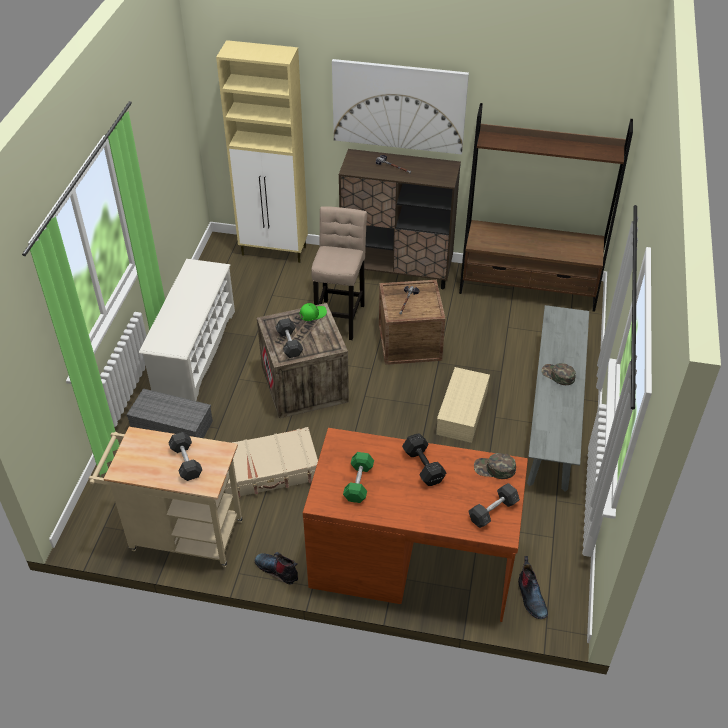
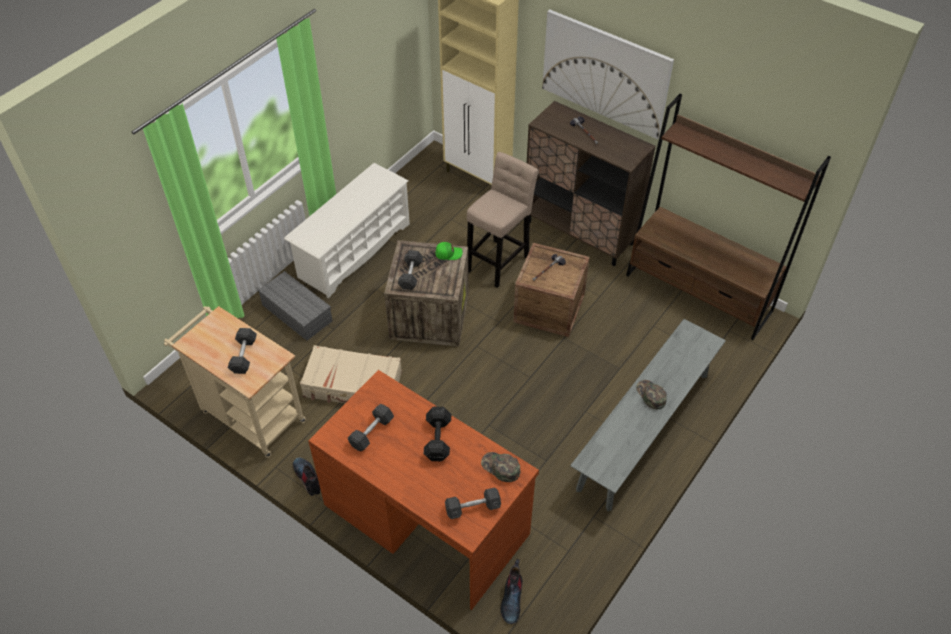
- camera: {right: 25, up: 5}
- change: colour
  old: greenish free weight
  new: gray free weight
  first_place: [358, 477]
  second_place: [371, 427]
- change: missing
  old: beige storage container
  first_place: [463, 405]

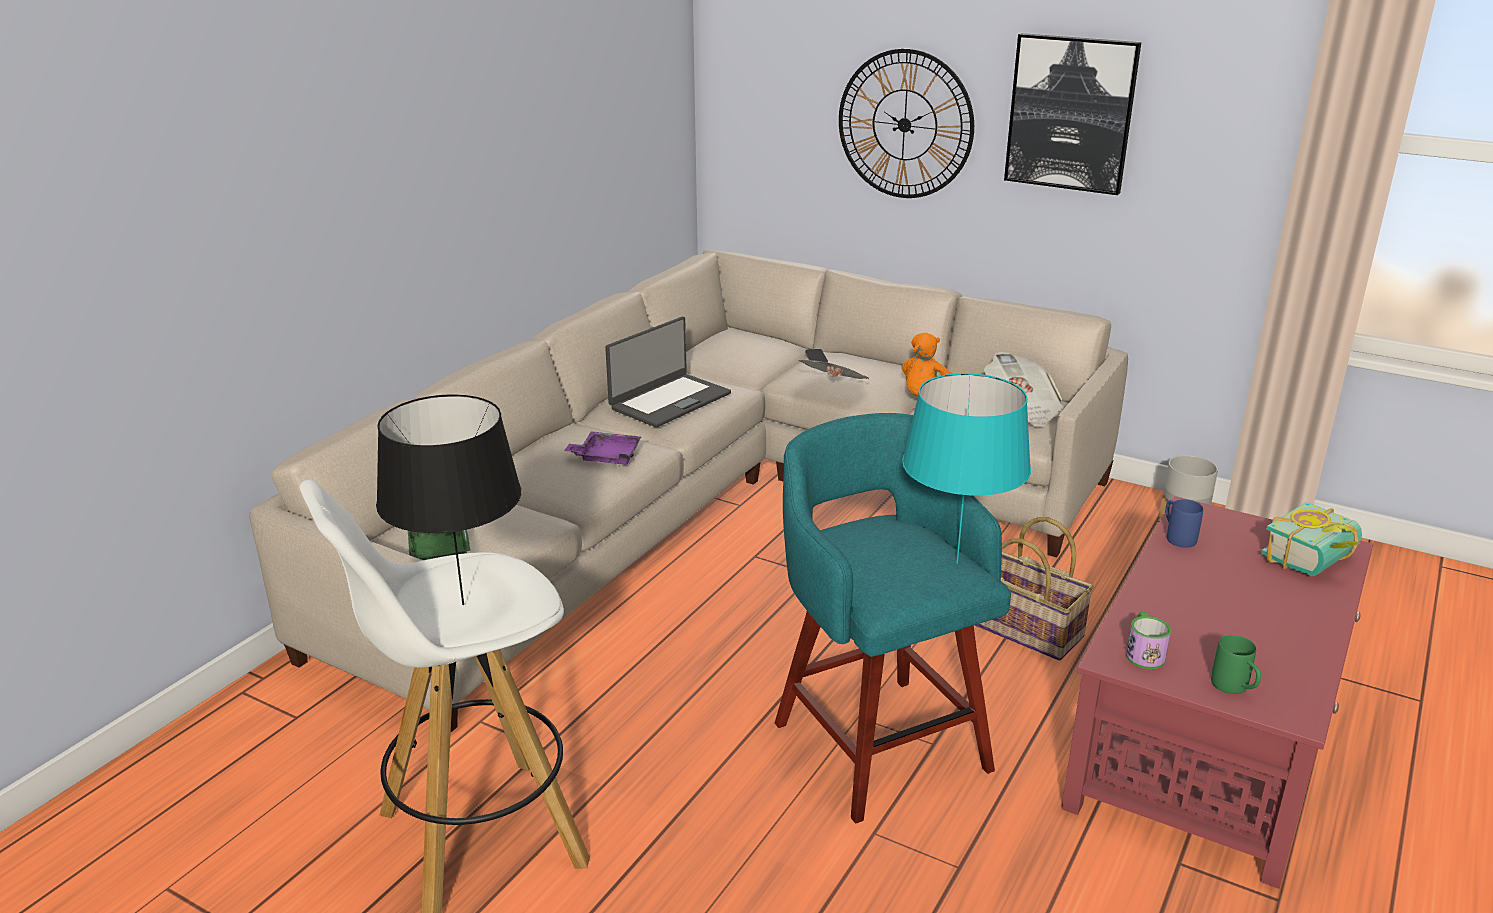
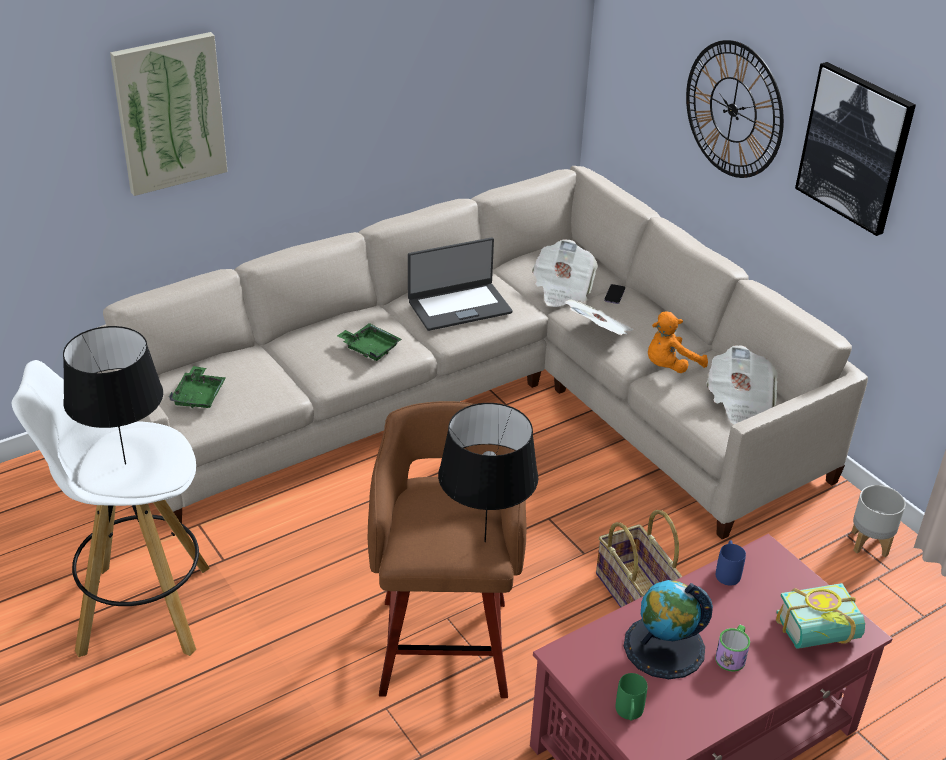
- camera: {right: 25, up: 10}
- change: appeared
  new: wall picture
  second_place: [169, 114]
- change: colour
  old: purple serving tray
  new: greenish serving tray
  first_place: [602, 448]
  second_place: [369, 342]
- change: colour
  old: blue-green stool seat
  new: brown-coloured stool seat
  first_place: [893, 618]
  second_place: [447, 549]
- change: colour
  old: blue-green table lamp
  new: black-coloured table lamp
  first_place: [966, 468]
  second_place: [488, 472]
- change: appeared
  new: daily paper
  second_place: [565, 273]
- change: appeared
  new: world globe
  second_place: [668, 629]
- change: relocated
  old: coffee mug
  first_place: [1148, 640]
  second_place: [732, 648]

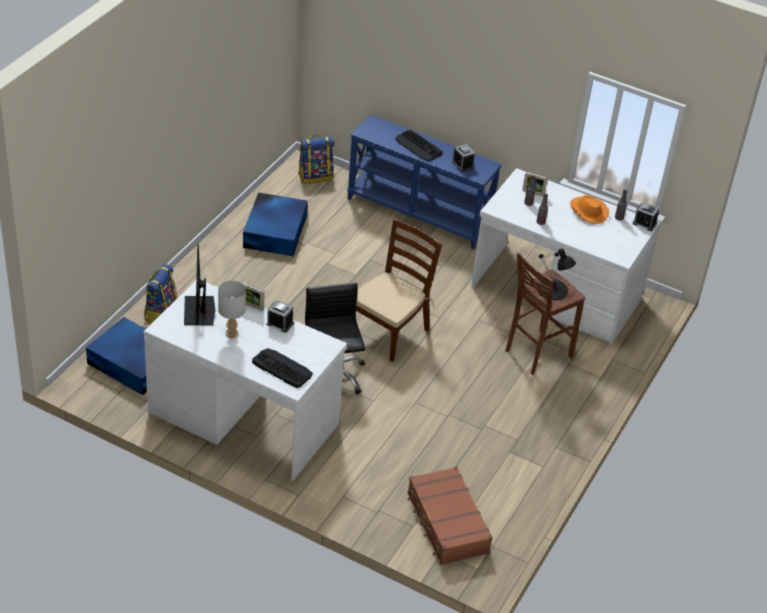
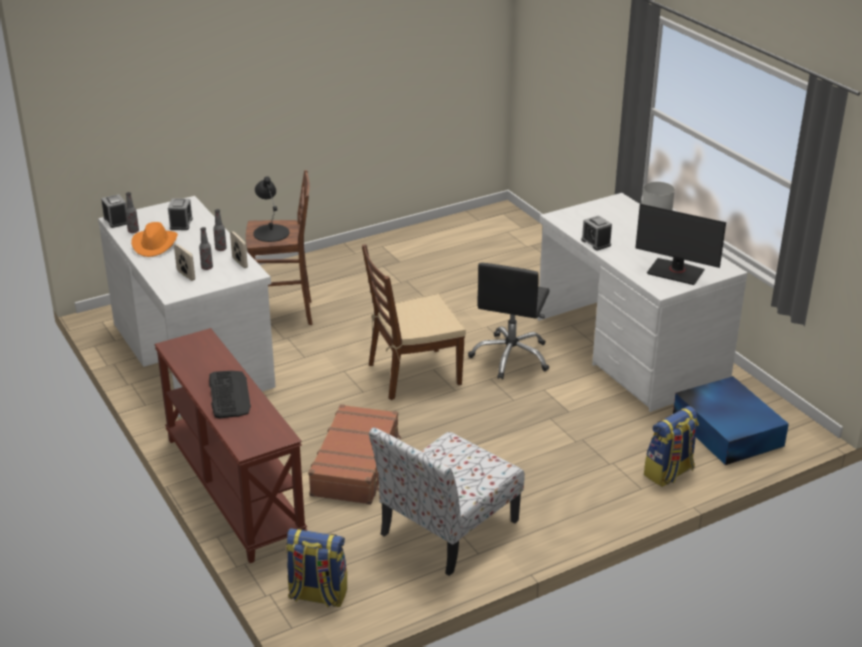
- camera: {right: -145, up: -10}
- change: colour
  old: blue console table
  new: brown-coloured console table
  first_place: [424, 182]
  second_place: [230, 445]
- change: relocated
  old: bedside clock
  first_place: [463, 158]
  second_place: [180, 214]
- change: relocated
  old: picture frame
  first_place: [253, 297]
  second_place: [239, 249]
- change: relocated
  old: brown-coloured travel case
  first_place: [450, 515]
  second_place: [354, 454]
- change: exchanged
  old: blue storage container
  new: upright chair
  first_place: [275, 224]
  second_place: [447, 501]
- change: spun
  old: computer display
  first_place: [199, 285]
  second_place: [681, 244]
  degrees: 90
- change: missing
  old: keyboard
  first_place: [282, 368]

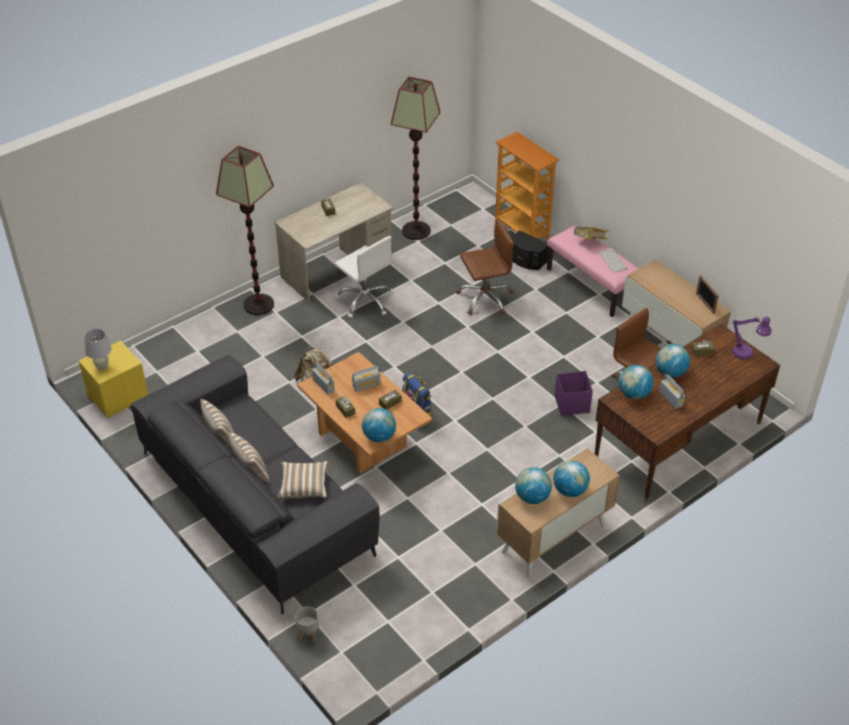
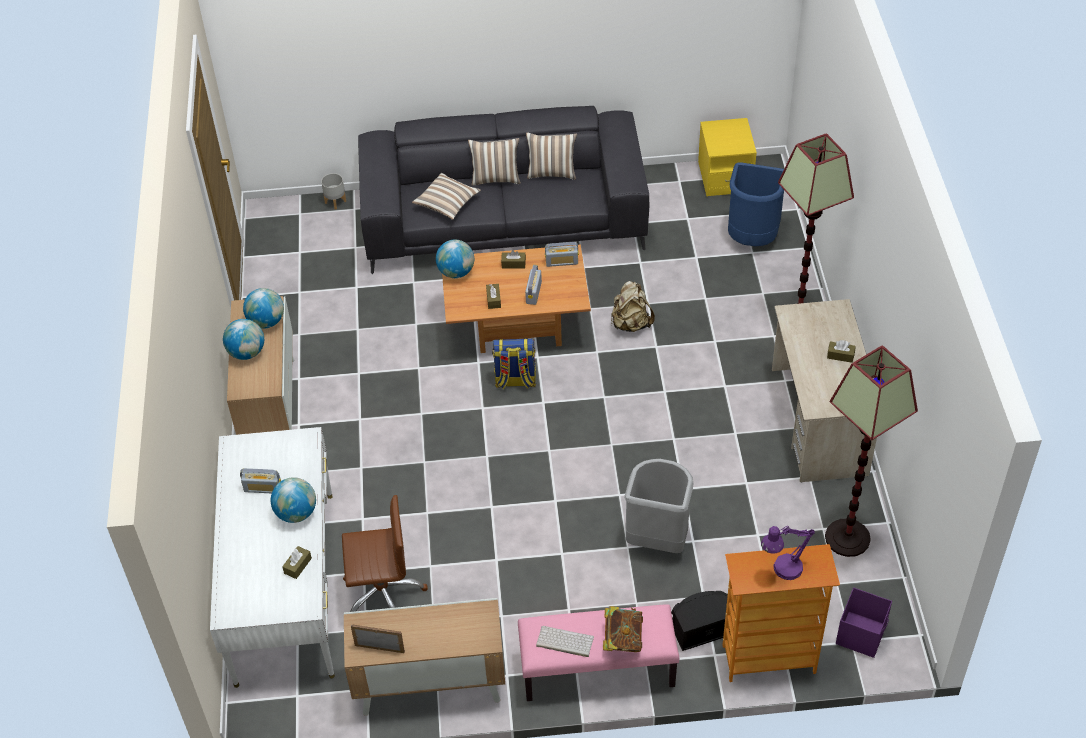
- camera: {right: 125, up: 5}
- change: colour
  old: brown-coloured desk unit
  new: white desk unit
  first_place: [687, 412]
  second_place: [272, 557]
- change: exchanged
  old: brown-coloured desk chair
  new: gray rubbish bin
  first_place: [485, 267]
  second_place: [658, 506]
- change: appeared
  new: blue rubbish bin
  second_place: [756, 204]
- change: relocated
  old: purple table lamp
  first_place: [752, 337]
  second_place: [788, 553]
- change: relocated
  old: purple storage container
  first_place: [574, 393]
  second_place: [864, 622]
- change: missing
  old: white table lamp
  first_place: [98, 349]
- change: missing
  old: white desk chair
  first_place: [363, 277]
- change: missing
  old: world globe
  first_place: [636, 382]

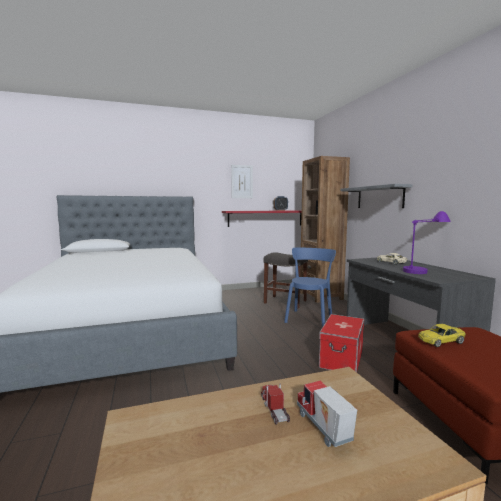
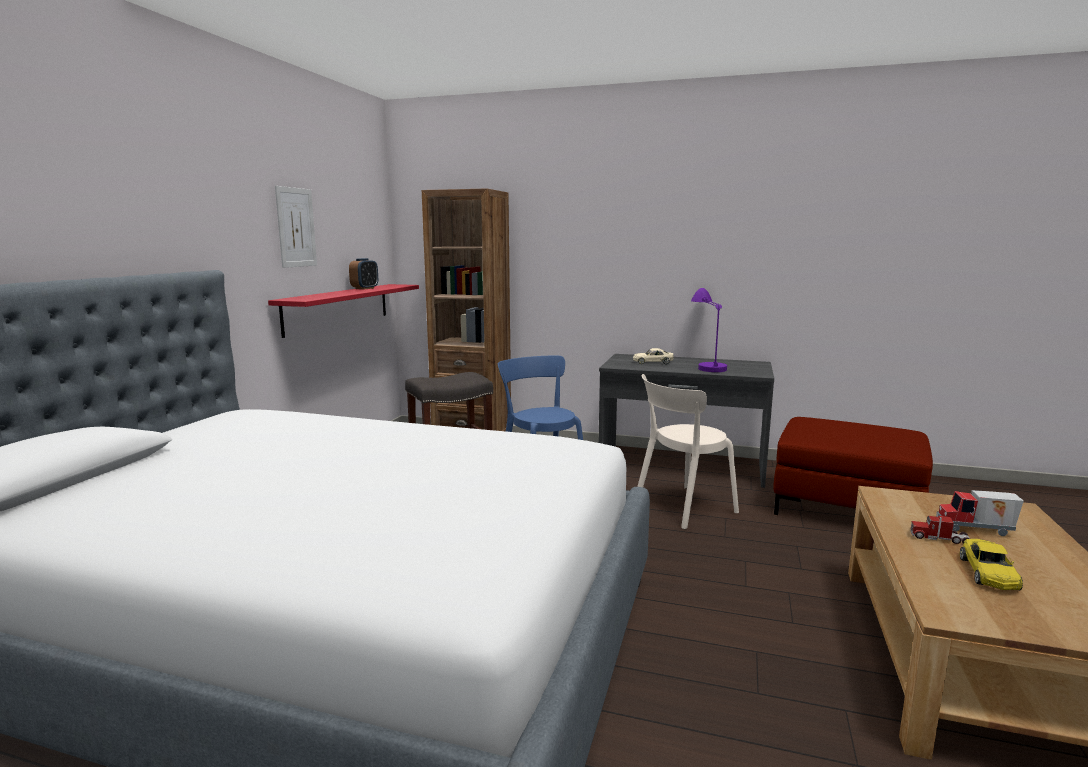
- camera: {right: -55, up: 5}
- change: exchanged
  old: storage container
  new: beige upright chair
  first_place: [342, 343]
  second_place: [688, 451]
- change: relocated
  old: yellow toy car
  first_place: [442, 335]
  second_place: [991, 564]
- change: missing
  old: gray bracket shelf
  first_place: [376, 196]

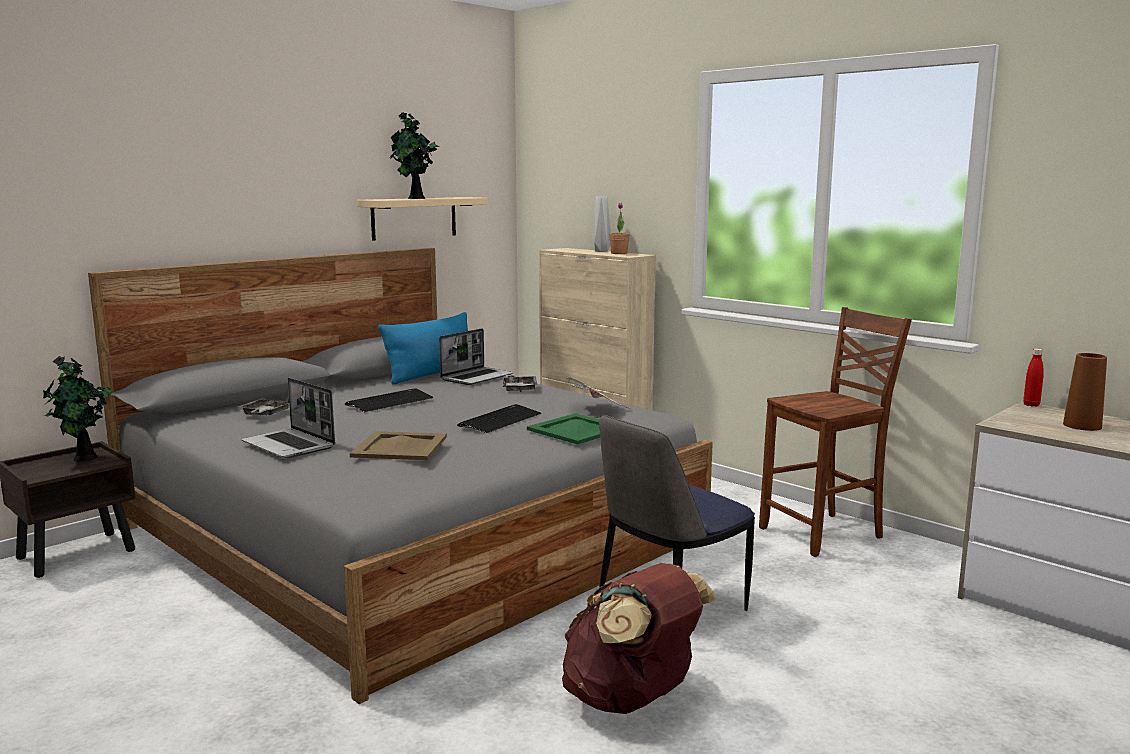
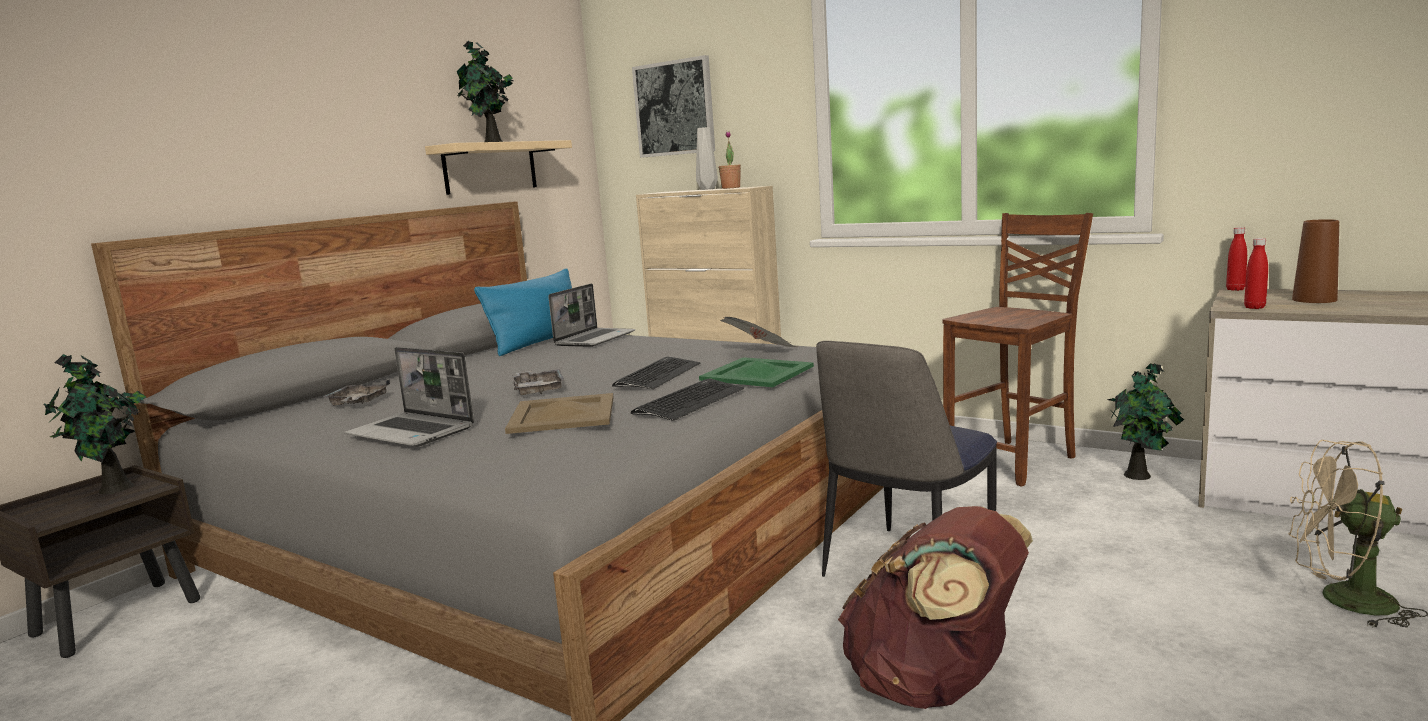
- camera: {right: -10, up: 0}
- change: relocated
  old: gray serving tray
  first_place: [520, 383]
  second_place: [538, 382]
- change: relocated
  old: keyboard
  first_place: [389, 400]
  second_place: [687, 399]
- change: appeared
  new: wall picture
  second_place: [673, 106]
- change: appeared
  new: plant in a pot
  second_place: [1145, 422]
- change: appeared
  new: red-coloured beverage bottle
  second_place: [1256, 273]
- change: appeared
  new: beige electric fan
  second_place: [1358, 534]

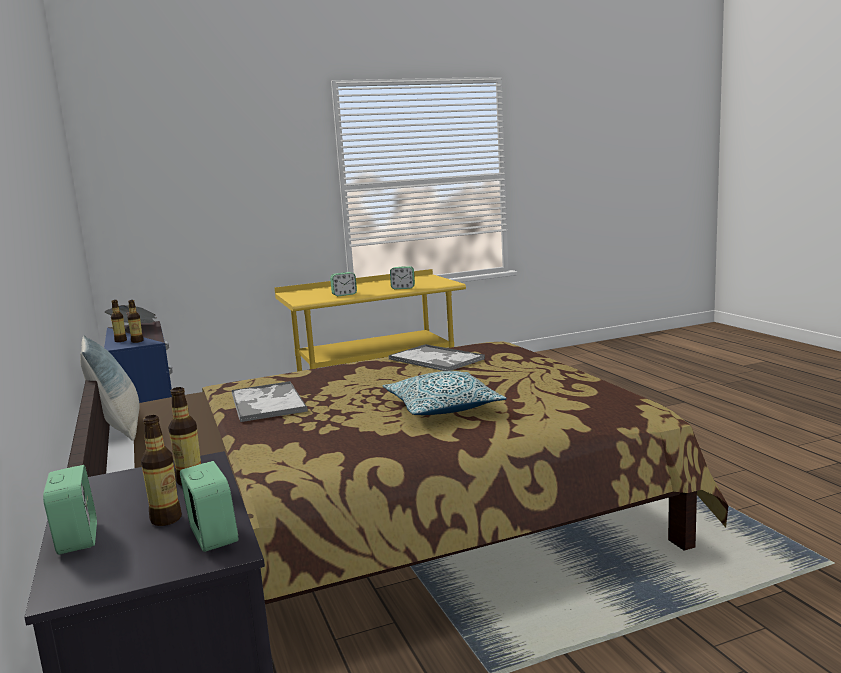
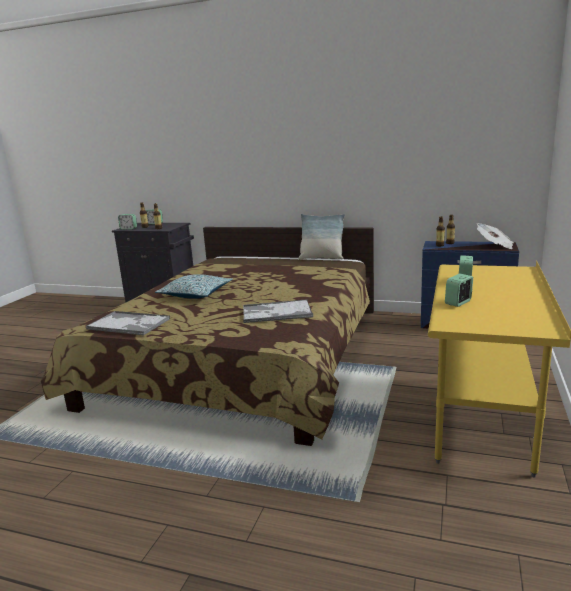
- camera: {right: 130, up: 5}
- change: relocated
  old: serving tray
  first_place: [270, 401]
  second_place: [128, 323]

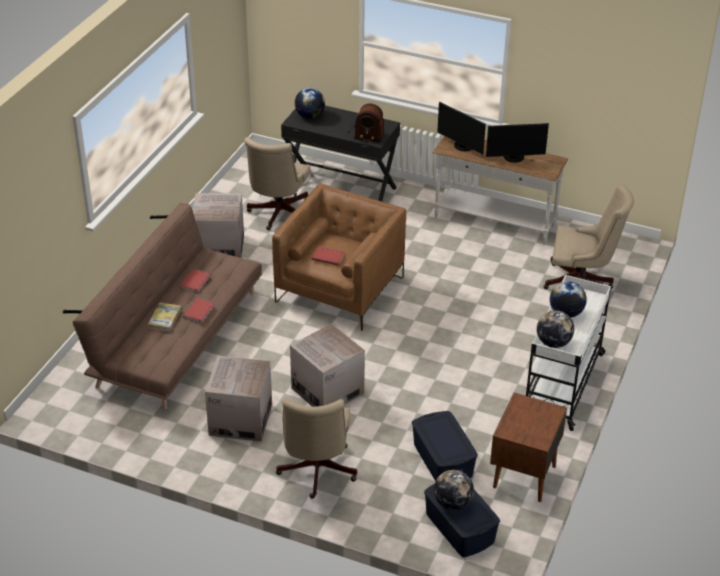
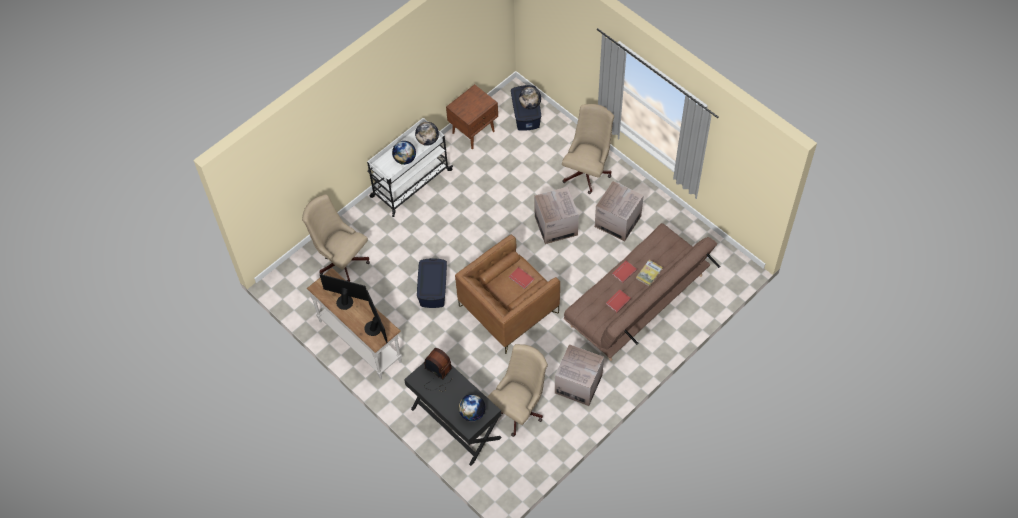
- camera: {right: -155, up: 20}
- change: relocated
  old: blue storage container
  first_place: [445, 446]
  second_place: [432, 283]

